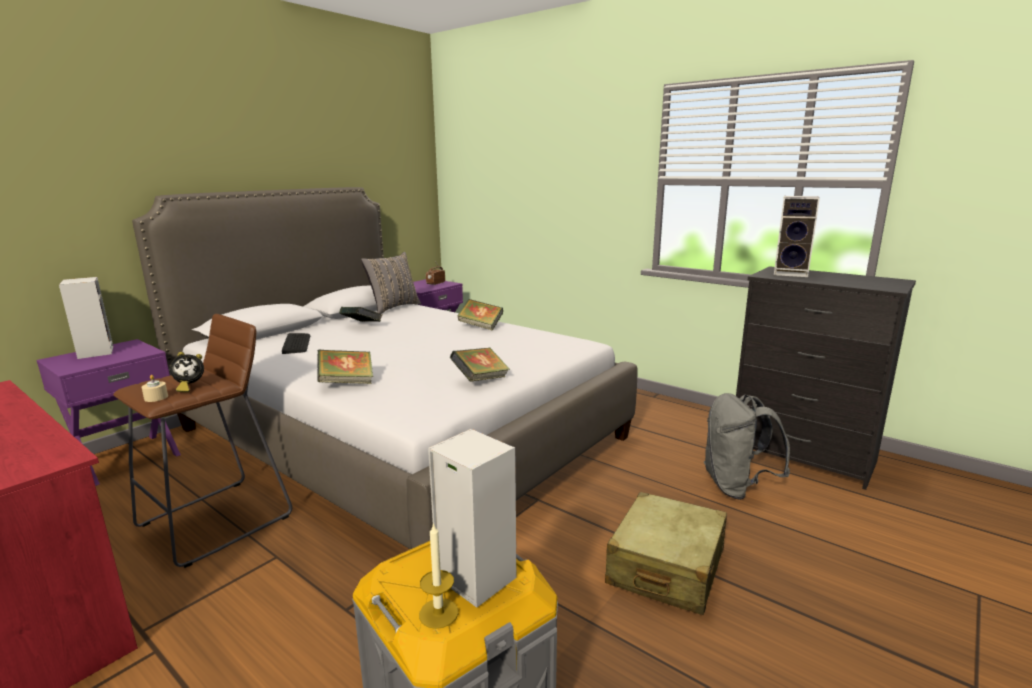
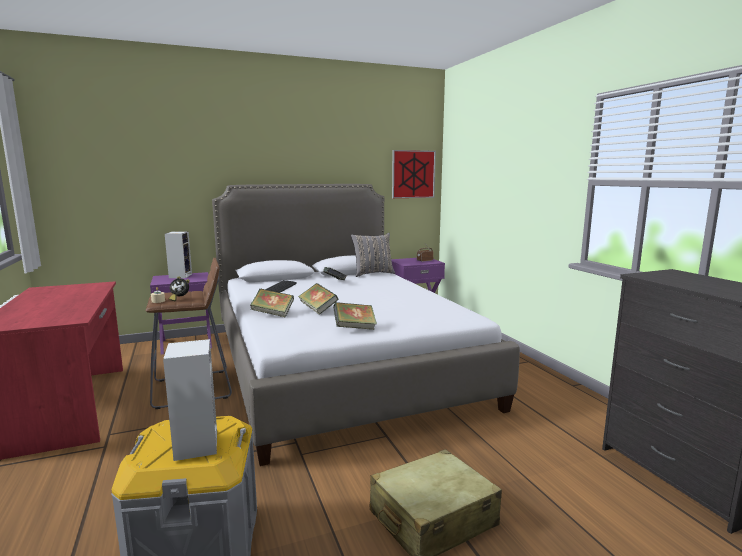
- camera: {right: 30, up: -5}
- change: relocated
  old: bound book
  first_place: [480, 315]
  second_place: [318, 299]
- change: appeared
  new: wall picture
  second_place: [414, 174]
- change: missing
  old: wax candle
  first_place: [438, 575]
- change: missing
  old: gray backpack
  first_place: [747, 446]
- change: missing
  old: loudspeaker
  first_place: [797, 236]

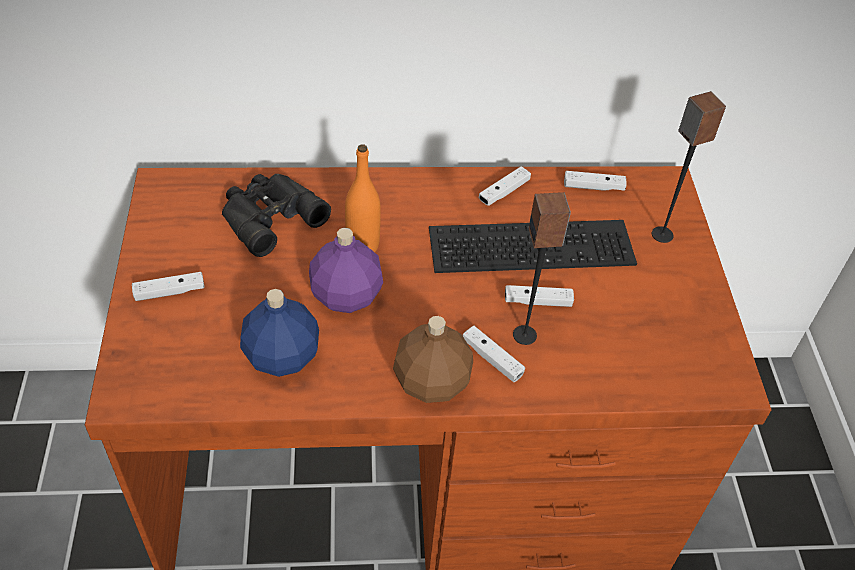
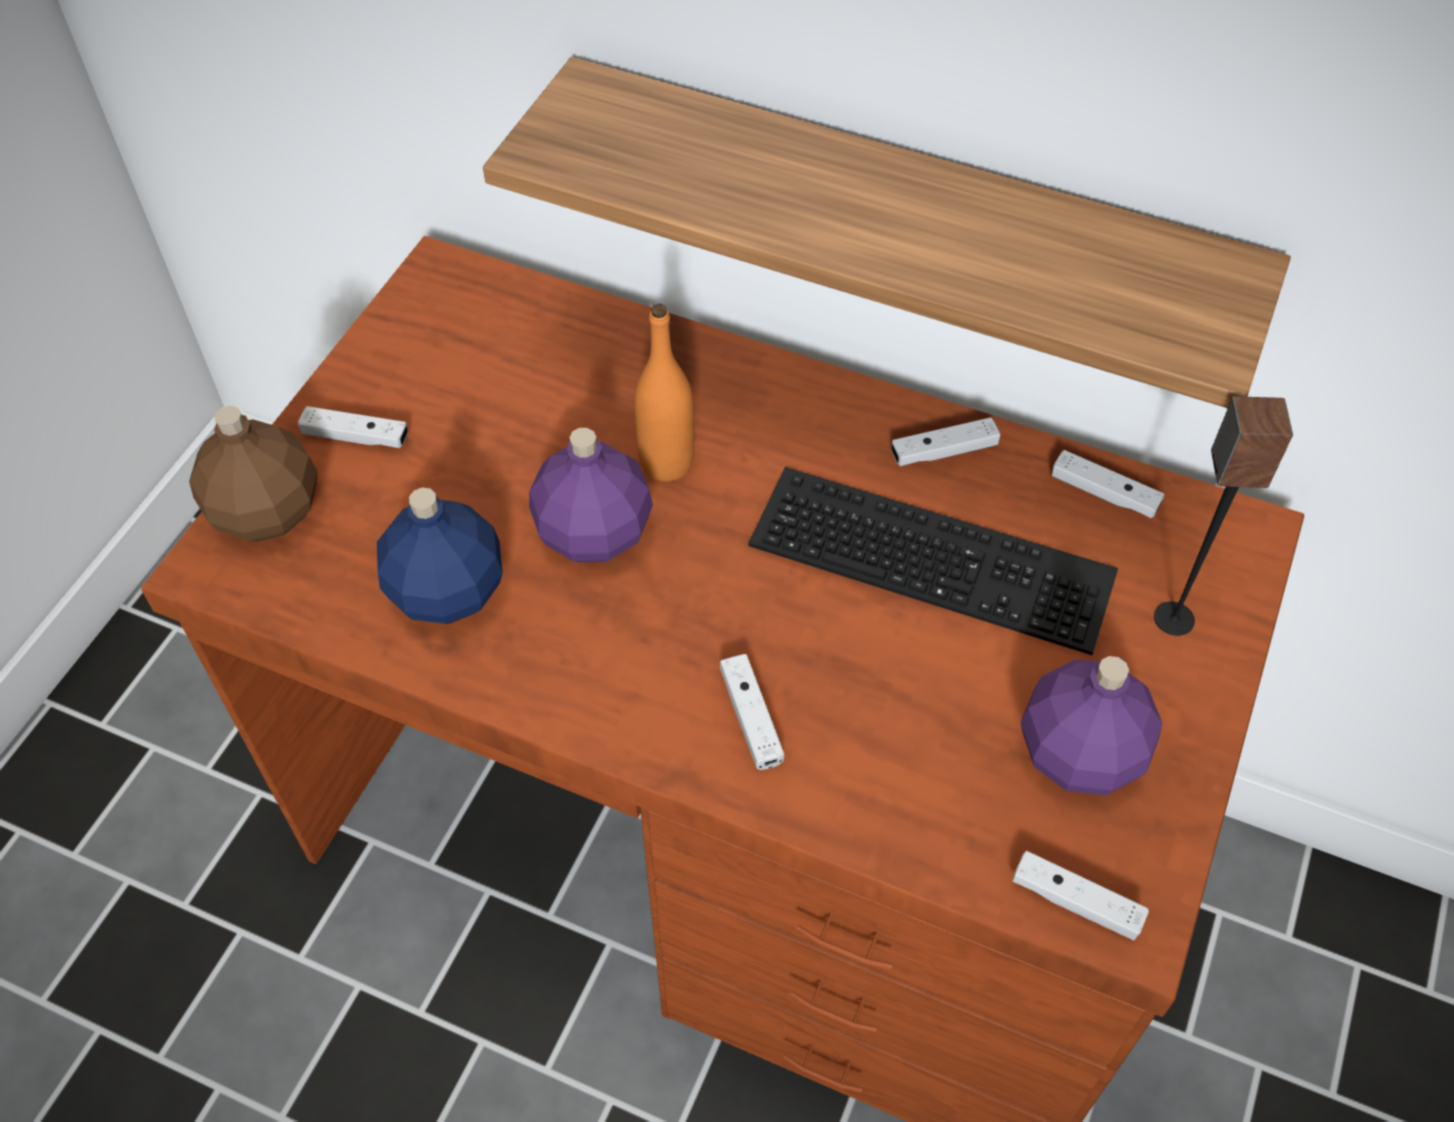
- camera: {right: 30, up: 5}
- change: relocated
  old: brown-coloured beverage bottle
  first_place: [433, 359]
  second_place: [253, 473]
- change: appeared
  new: bracket shelf
  second_place: [887, 232]
- change: relocated
  old: white joypad
  first_place: [539, 296]
  second_place: [1081, 895]
- change: appeared
  new: purple beverage bottle
  second_place: [1092, 725]
- change: missing
  old: black-coloured binoculars
  first_place: [276, 215]
- change: missing
  old: loudspeaker
  first_place: [542, 268]

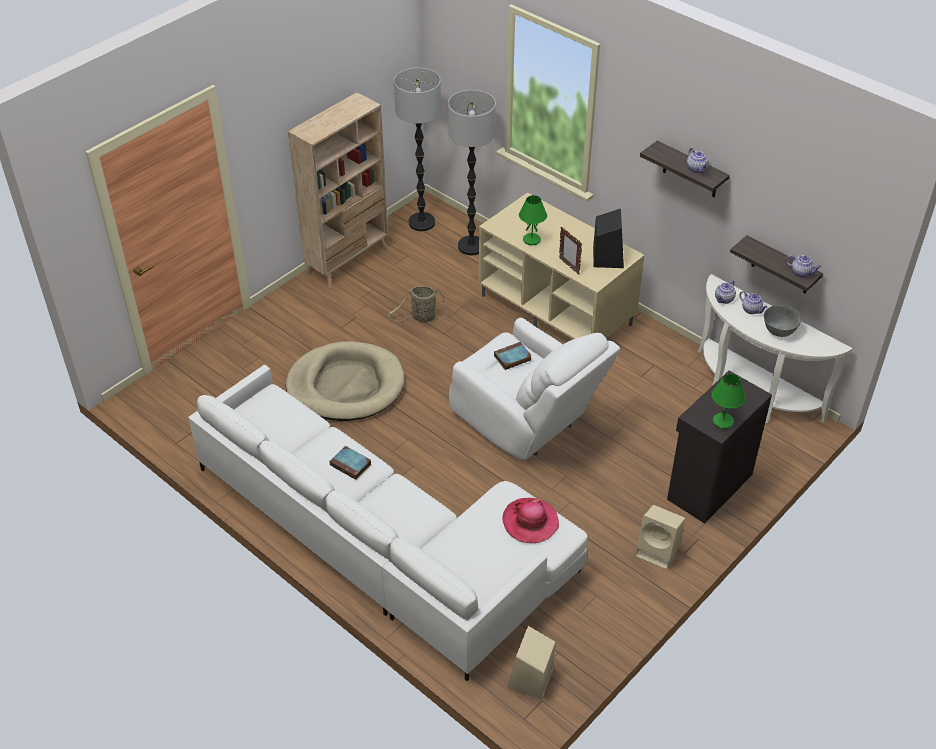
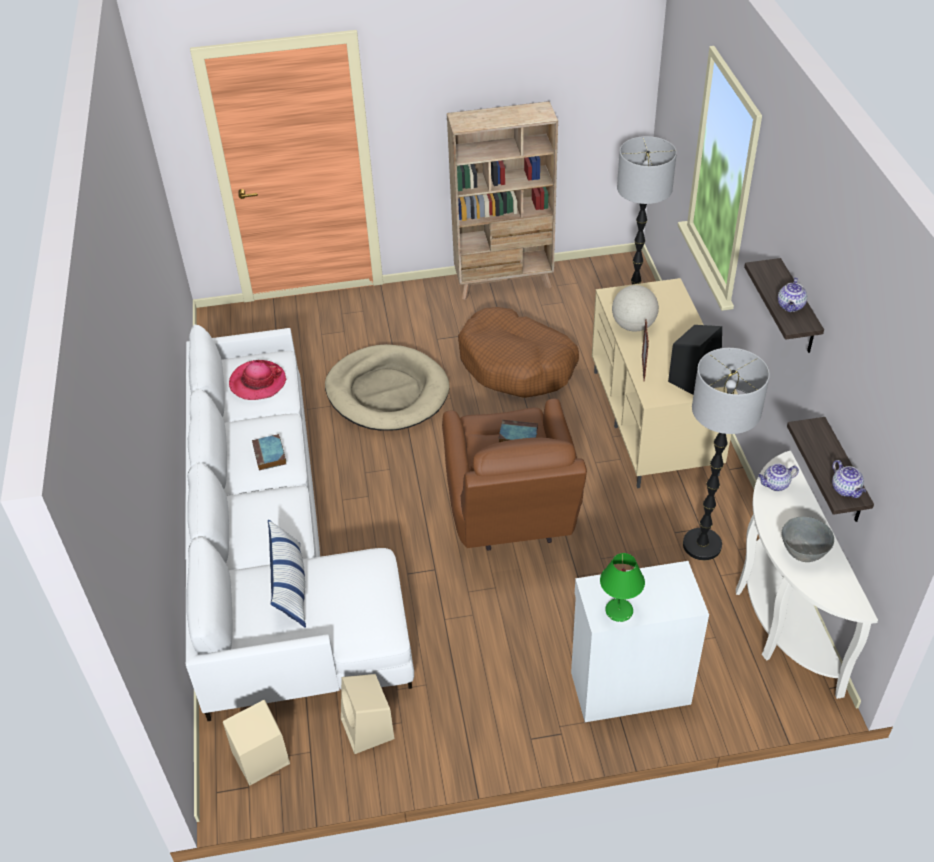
- camera: {right: 40, up: 0}
- change: relocated
  old: wearable hat
  first_place: [530, 520]
  second_place: [257, 380]
- change: appeared
  new: throw pillow
  second_place: [287, 574]
- change: relocated
  old: beige loudspeaker
  first_place: [660, 537]
  second_place: [368, 714]
- change: colour
  old: white easy chair
  new: brown-coloured easy chair
  first_place: [534, 389]
  second_place: [514, 475]
- change: exchanged
  old: household basket
  new: brown-coloured dog cushion
  first_place: [418, 304]
  second_place: [518, 352]
- change: colour
  old: black-coloured cupboard
  new: white cupboard
  first_place: [719, 447]
  second_place: [640, 641]
- change: exchanged
  old: greenish table lamp
  new: world globe
  first_place: [533, 220]
  second_place: [635, 308]
- change: relocated
  old: standing lamp
  first_place: [417, 149]
  second_place: [726, 454]
- change: missing
  old: teapot
  first_place: [753, 302]

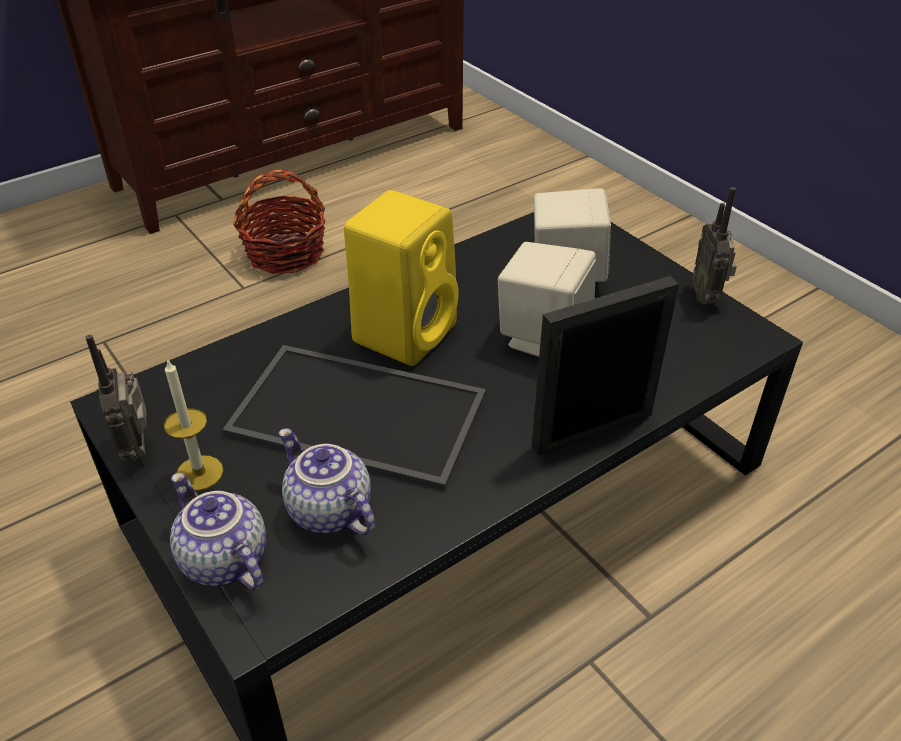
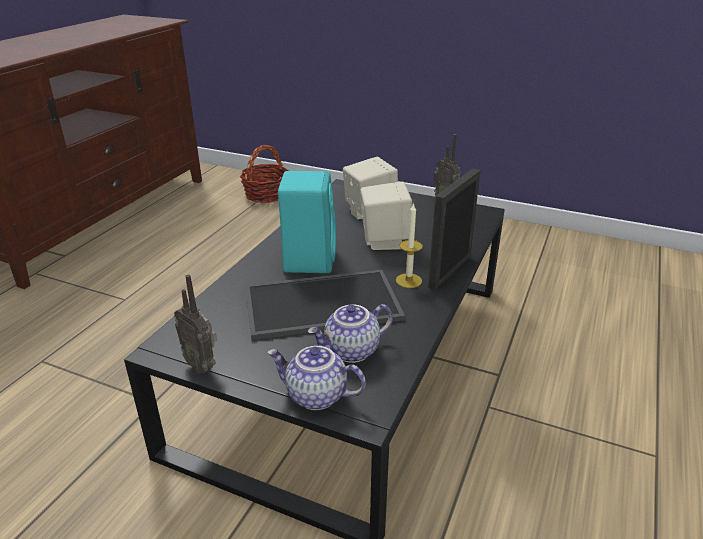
- camera: {right: -30, up: -10}
- change: relocated
  old: household basket
  first_place: [279, 221]
  second_place: [264, 174]
- change: colour
  old: yellow loudspeaker
  new: blue-green loudspeaker
  first_place: [401, 278]
  second_place: [307, 222]
- change: spun
  old: teapot
  first_place: [327, 481]
  second_place: [350, 333]
  degrees: -45
- change: relocated
  old: wax candle
  first_place: [193, 425]
  second_place: [409, 245]

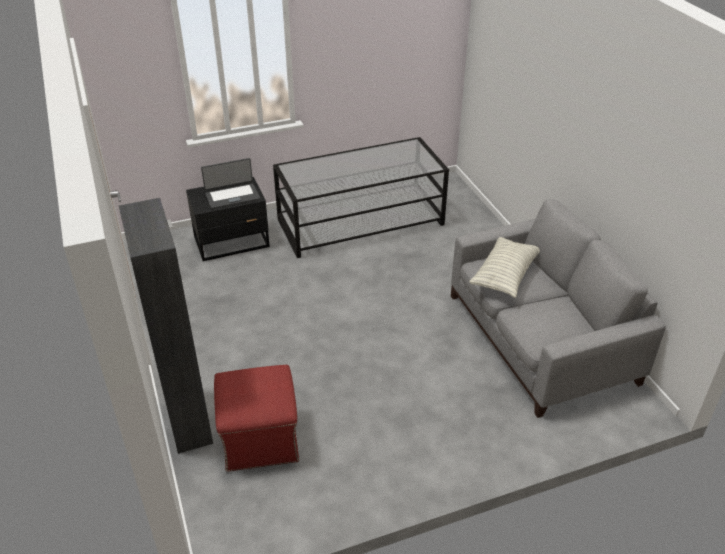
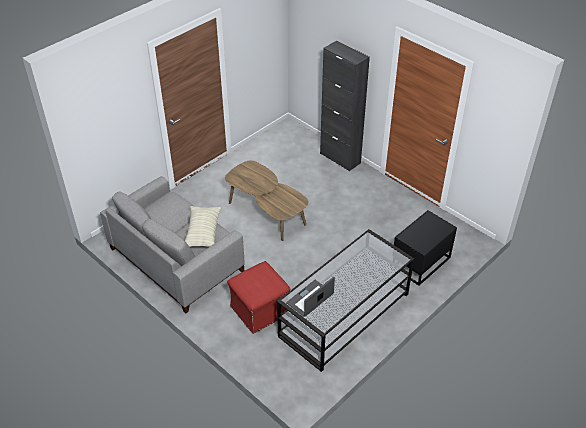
- camera: {right: 155, up: 5}
- change: appeared
  new: brown-coloured coffee table
  second_place: [267, 200]
- change: relocated
  old: red-coloured footrest
  first_place: [256, 418]
  second_place: [258, 297]
- change: relocated
  old: laptop
  first_place: [230, 183]
  second_place: [310, 297]

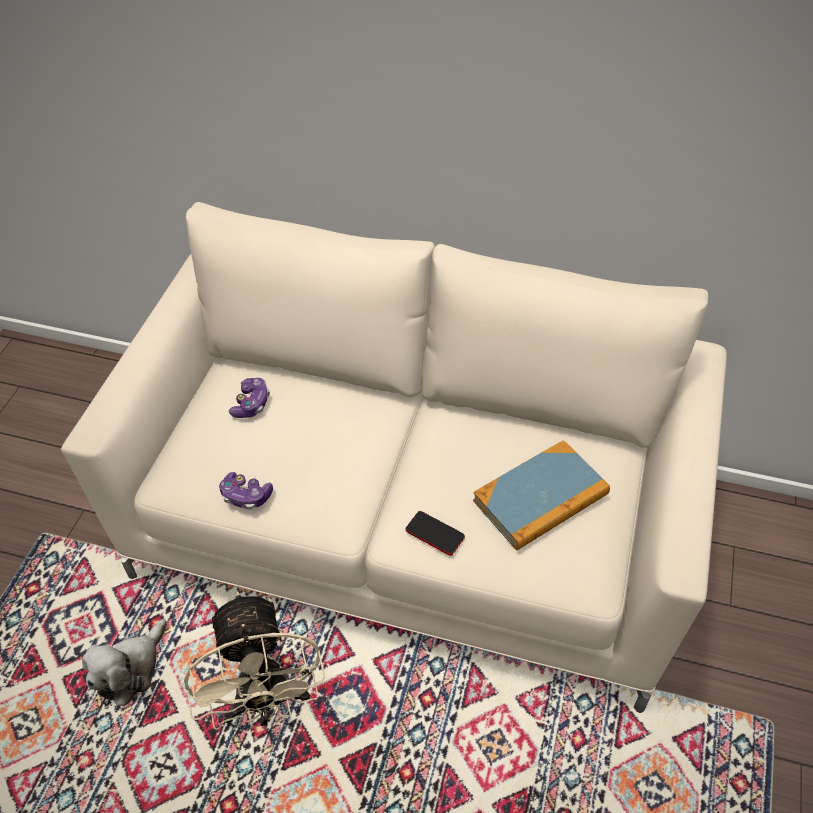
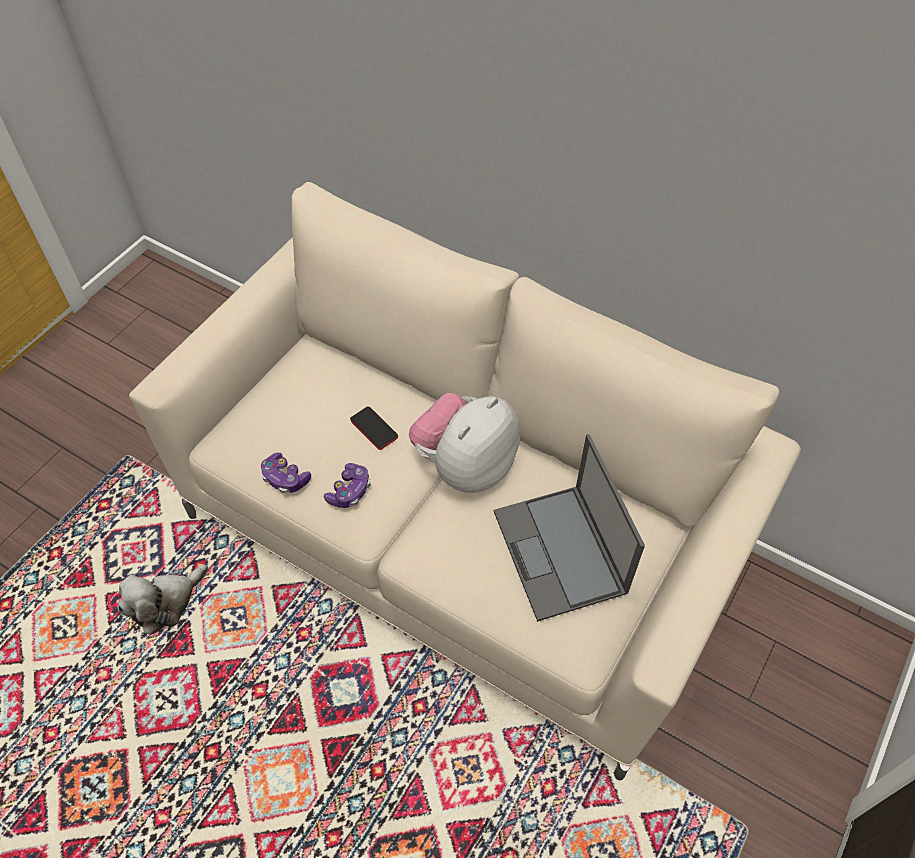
- camera: {right: 15, up: 5}
- change: relocated
  old: joypad
  first_place: [249, 398]
  second_place: [347, 485]
- change: relocated
  old: telephone
  first_place: [435, 533]
  second_place: [374, 428]
- change: appeared
  new: cuddly toy
  second_place: [464, 443]
- change: exchanged
  old: bound book
  new: laptop
  first_place: [541, 495]
  second_place: [569, 527]
- change: missing
  old: beige electric fan
  first_place: [254, 660]

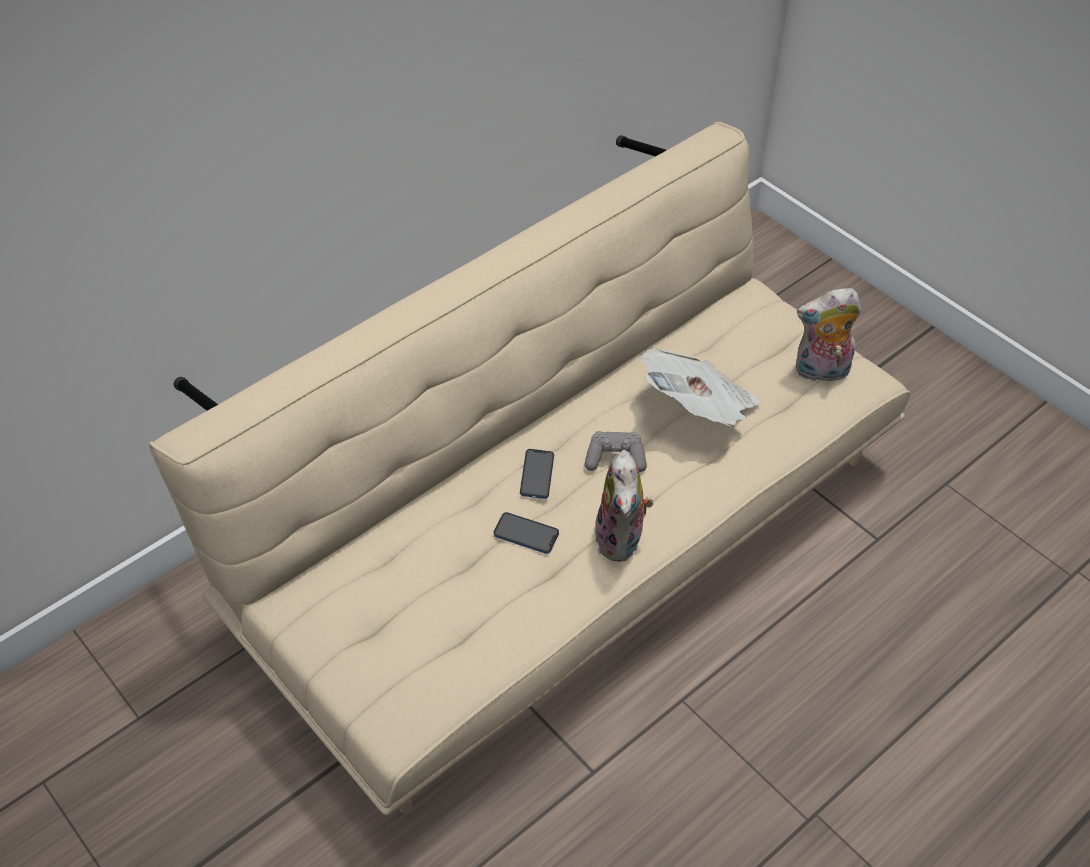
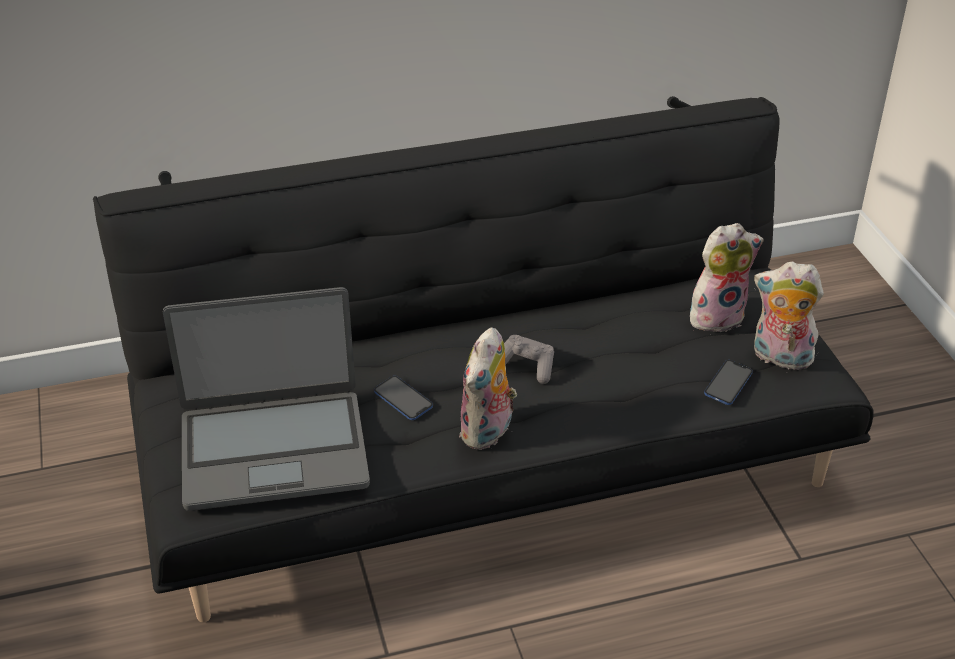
- camera: {right: 25, up: -10}
- change: colour
  old: beige sofa
  new: black-coloured sofa
  first_place: [529, 468]
  second_place: [483, 359]
- change: appeared
  new: laptop
  second_place: [266, 399]
- change: appeared
  new: cuddly toy
  second_place: [727, 278]
- change: relocated
  old: telephone
  first_place: [537, 474]
  second_place: [728, 382]
- change: missing
  old: daily paper
  first_place: [701, 387]

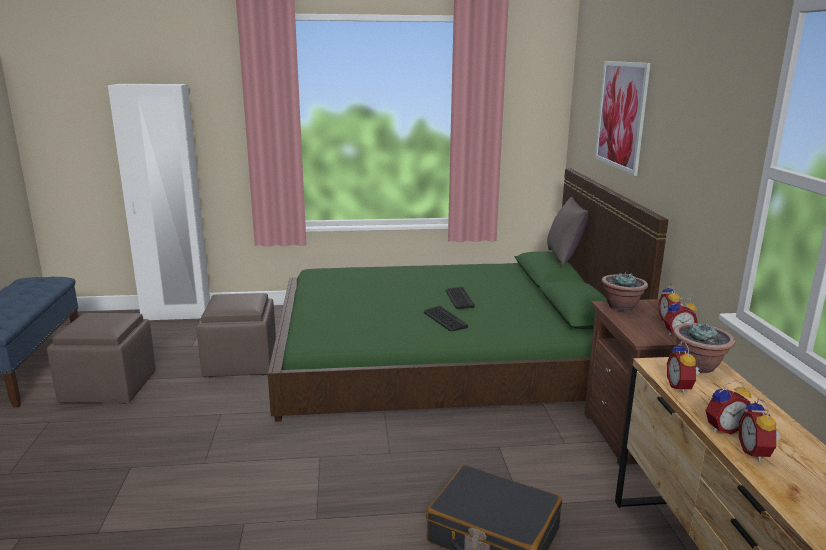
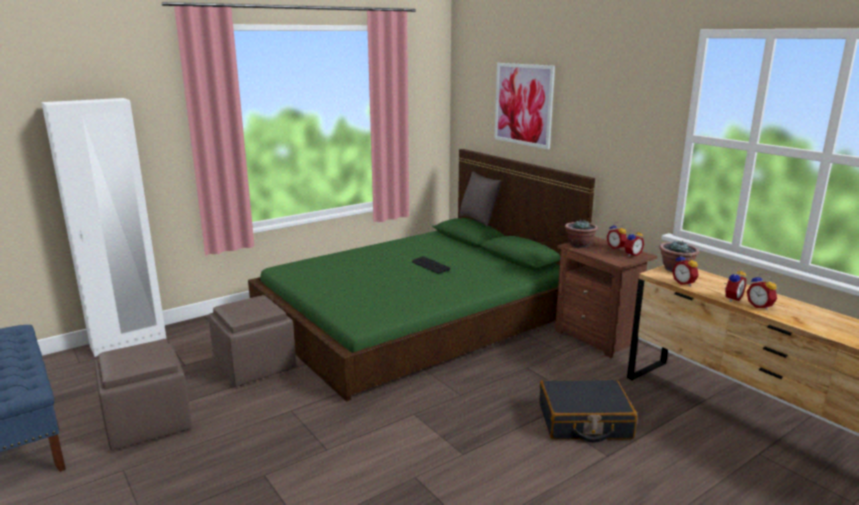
- camera: {right: -30, up: 0}
- change: missing
  old: keyboard
  first_place: [446, 318]

